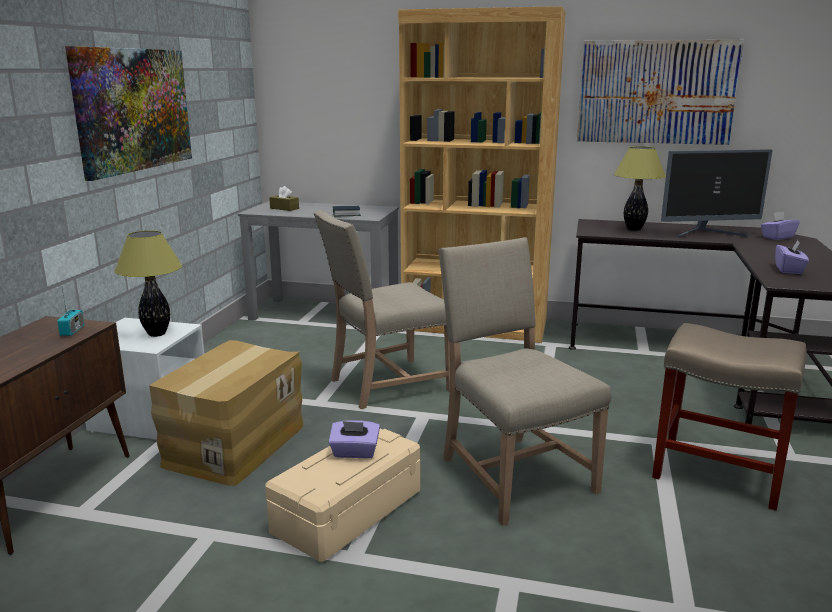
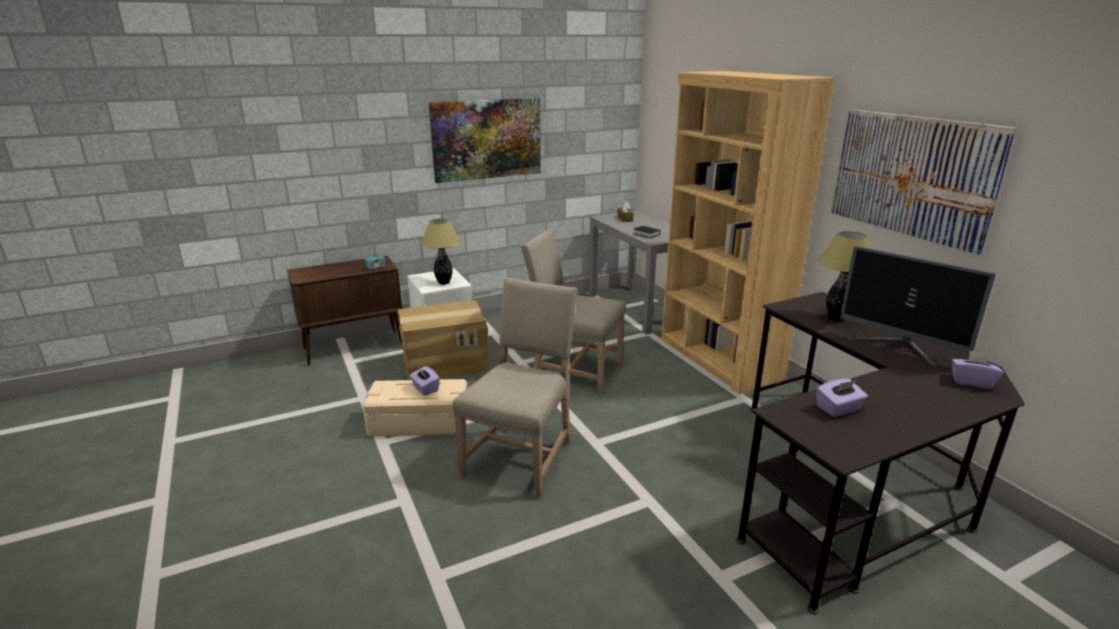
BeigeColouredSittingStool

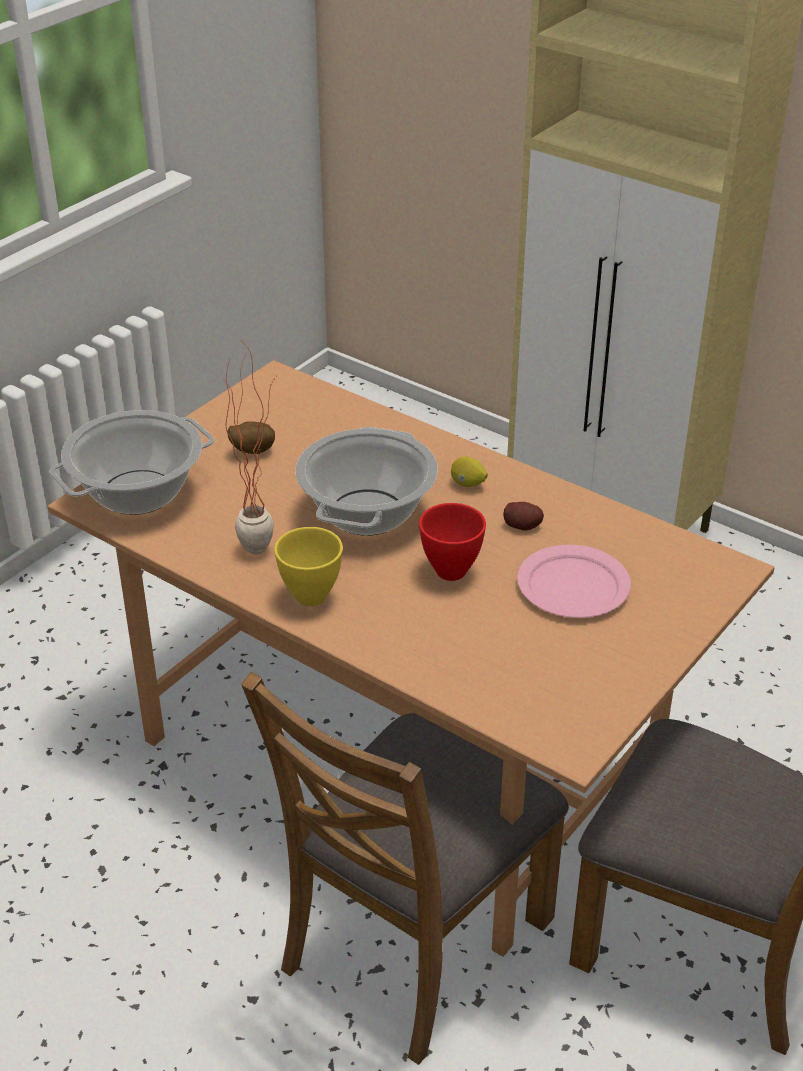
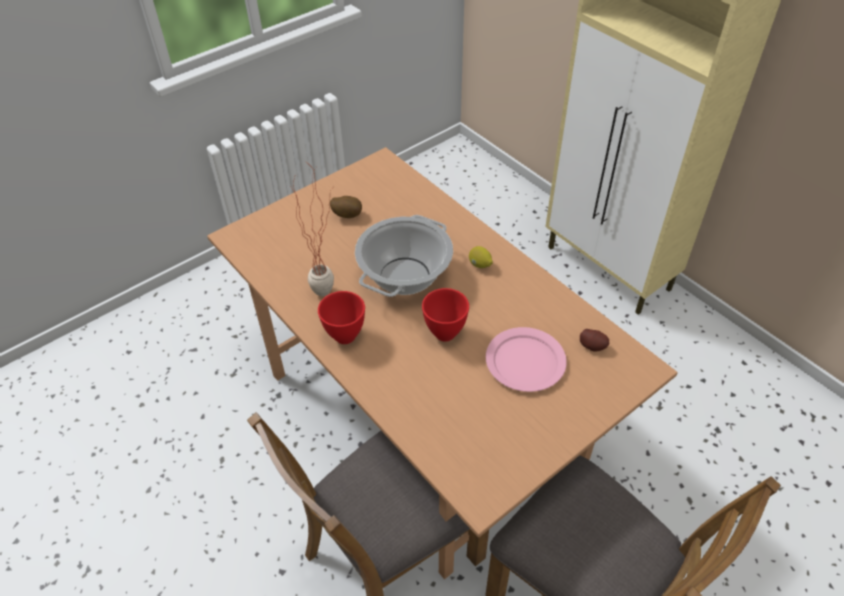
Stockpot (no. 1 from left in the first image)
Spud (no. 2 from left)
RedServingBowl (no. 1 from left)

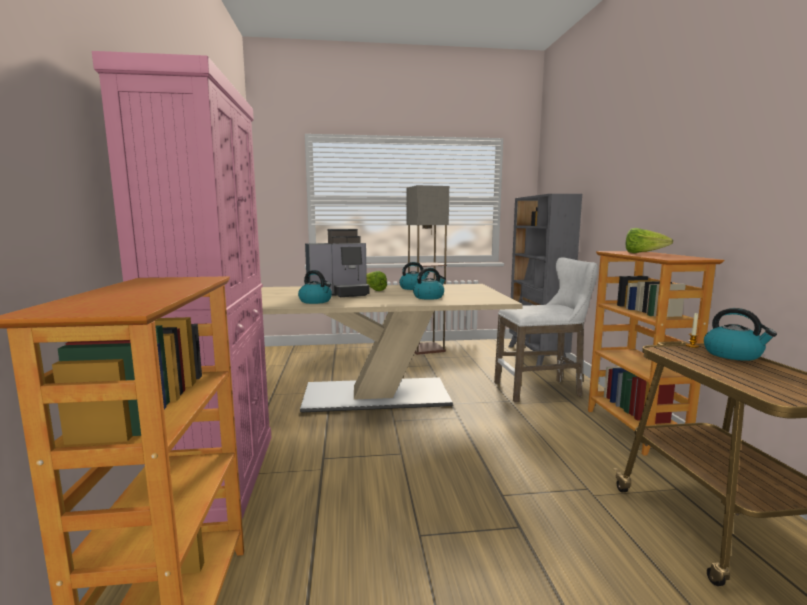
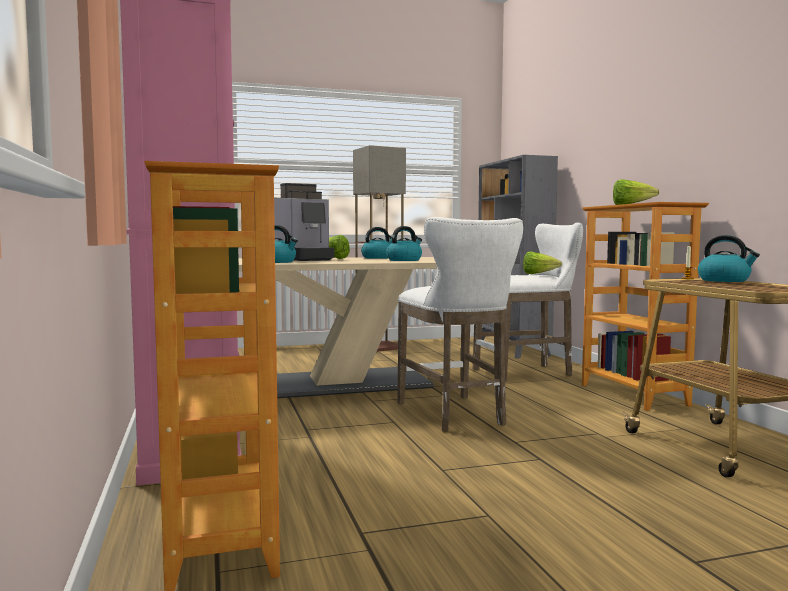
WhiteSittingStool (no. 1 from left)
LettuceHead (no. 2 from left)

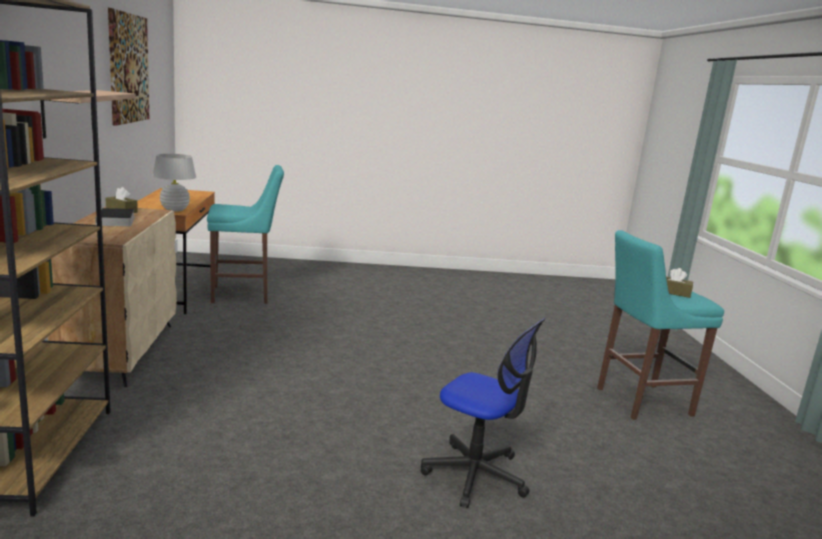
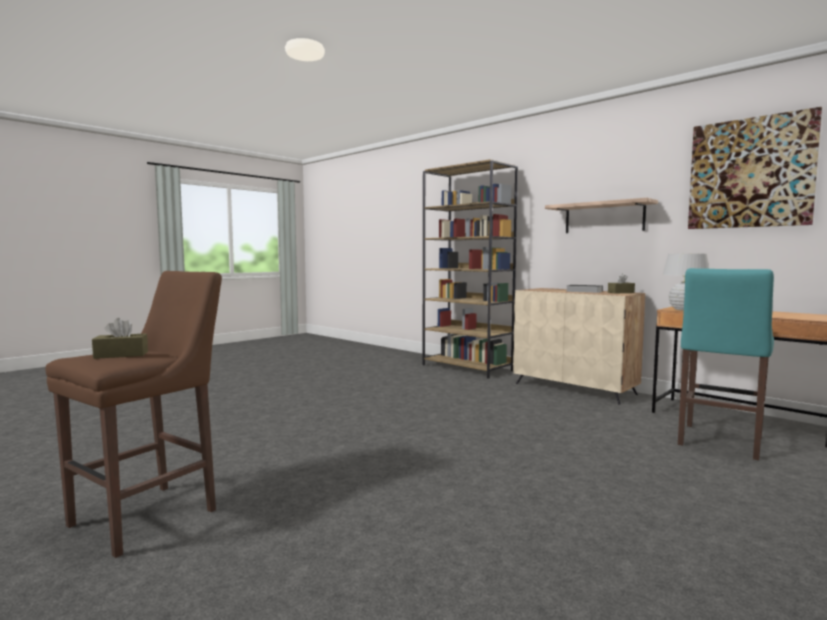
DeskChair
BrownishSittingStool

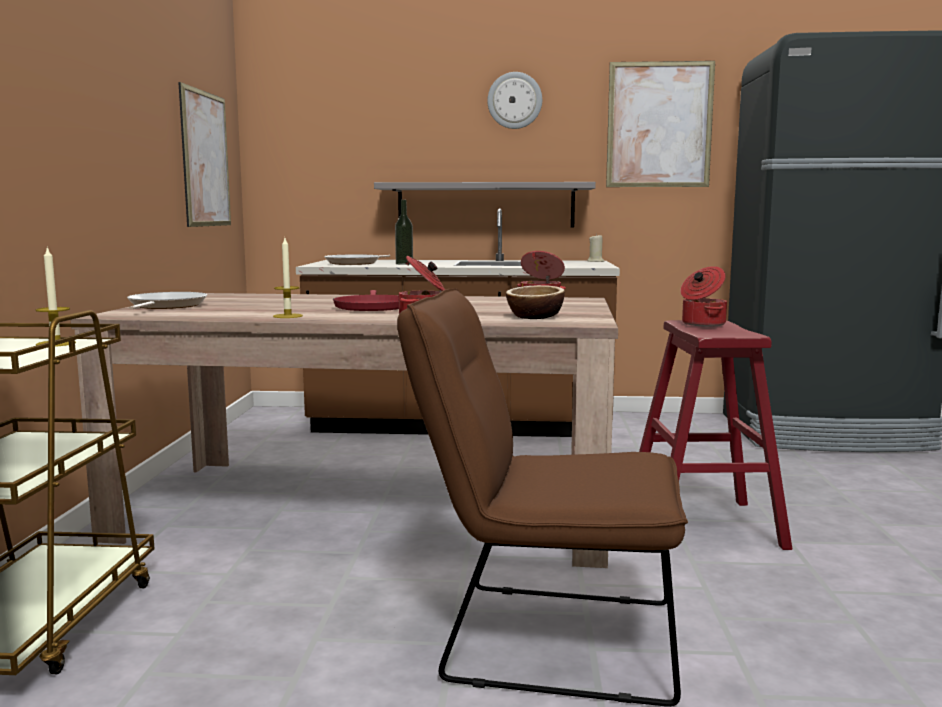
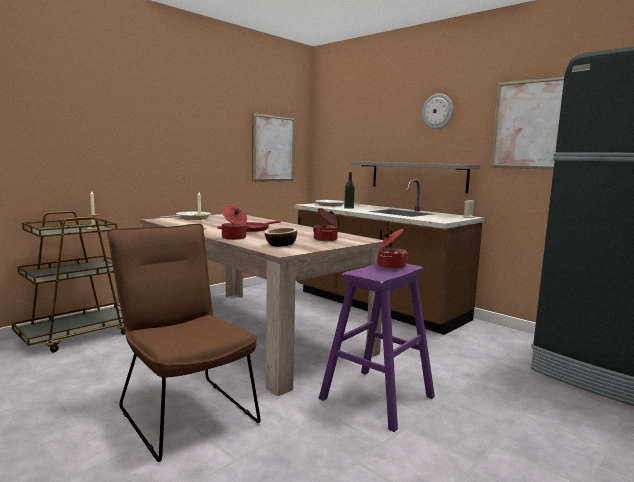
PurpleColouredSittingStool

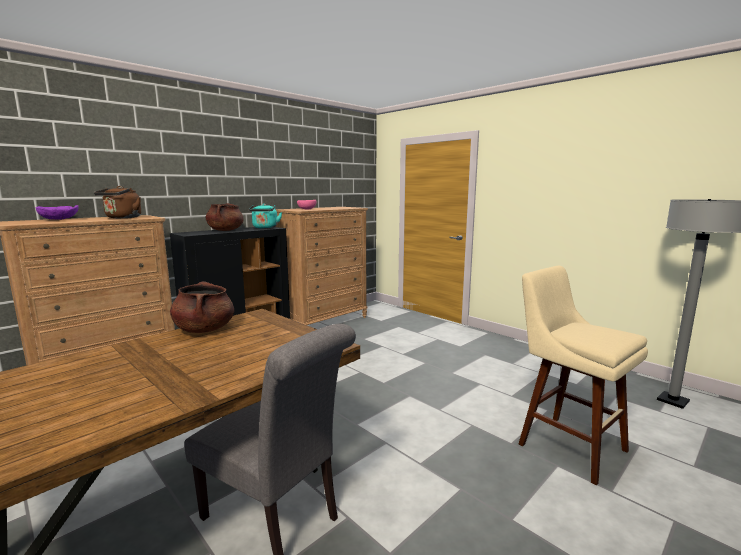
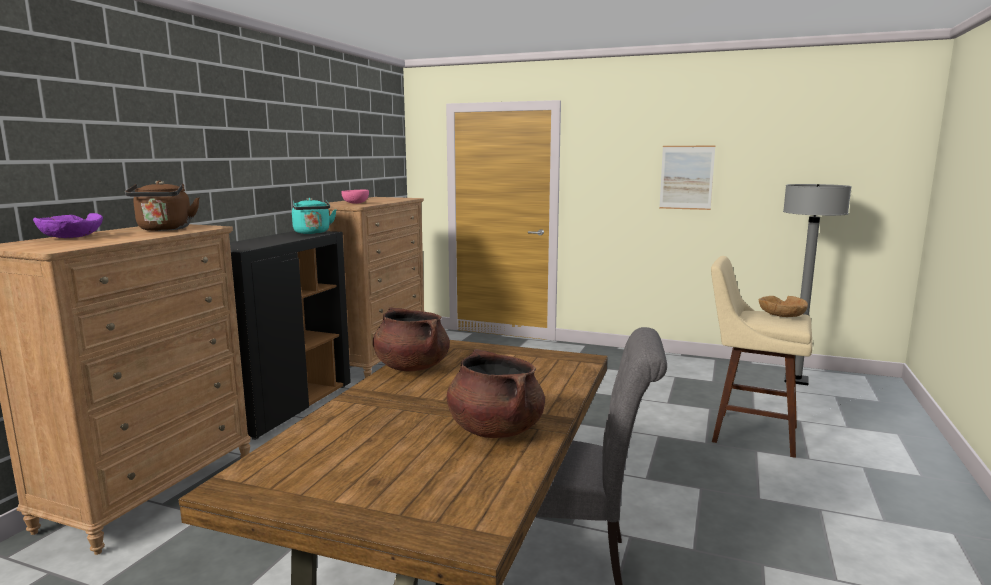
WallPicture
BrownishServingBowl
BrownishStockpot (no. 2 from left)

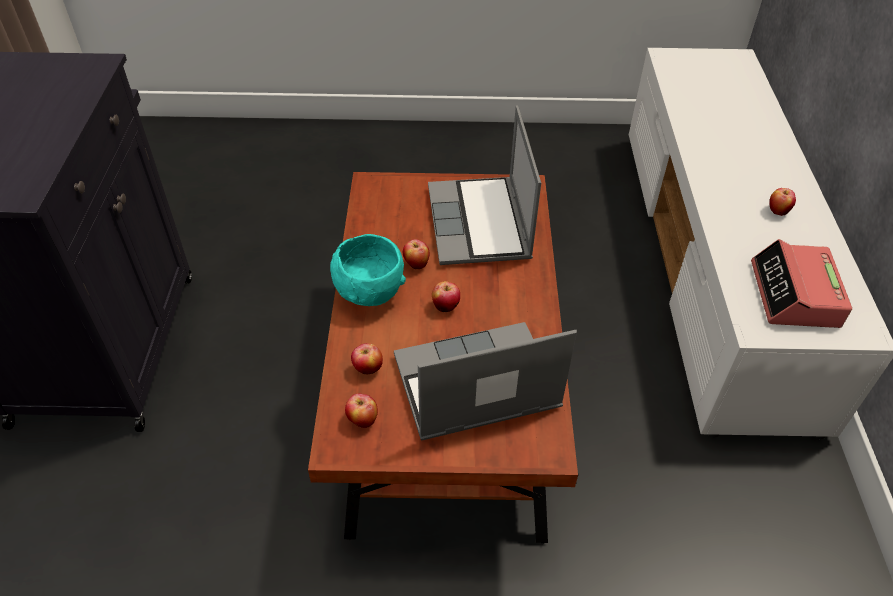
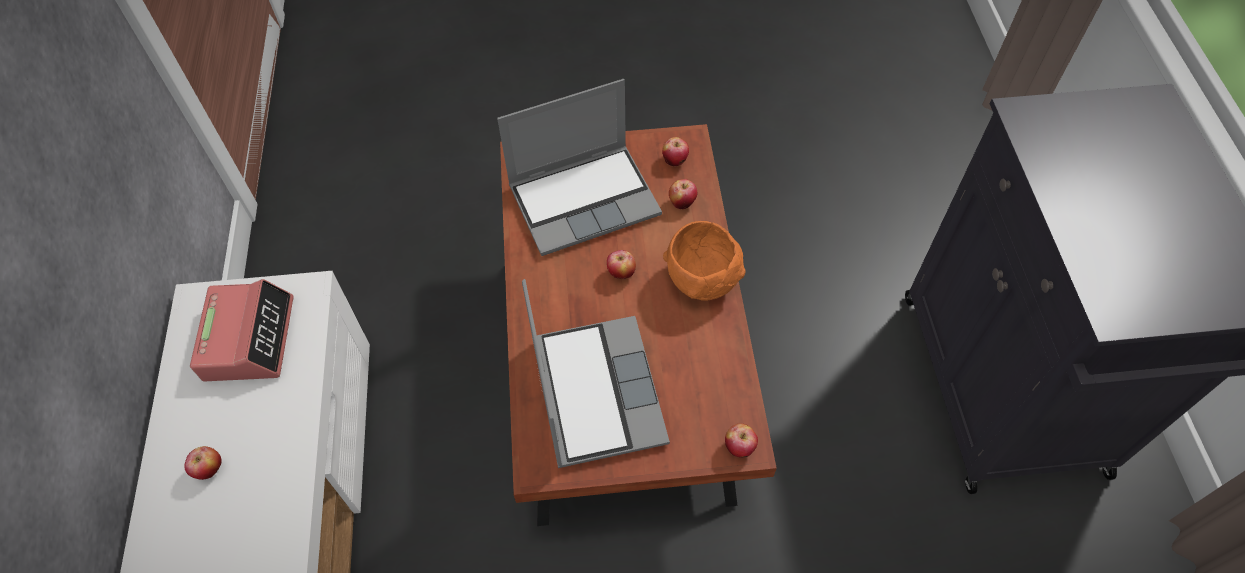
Apple (no. 5 from left)
OrangeServingBowl

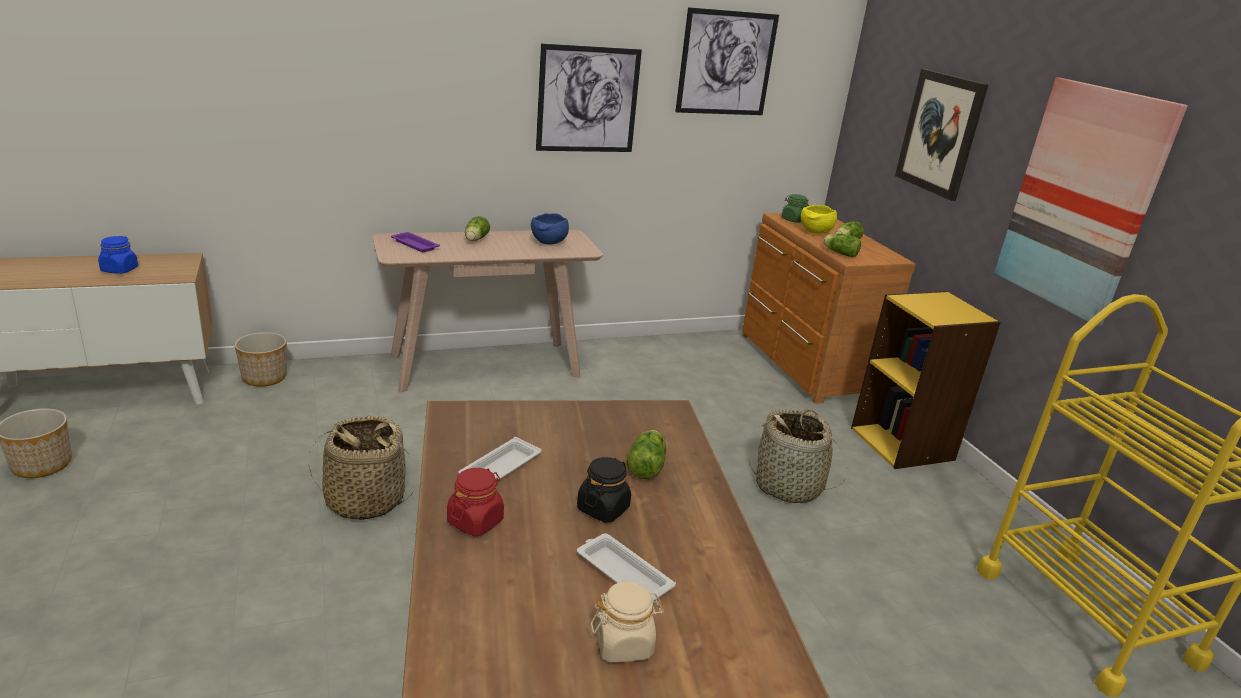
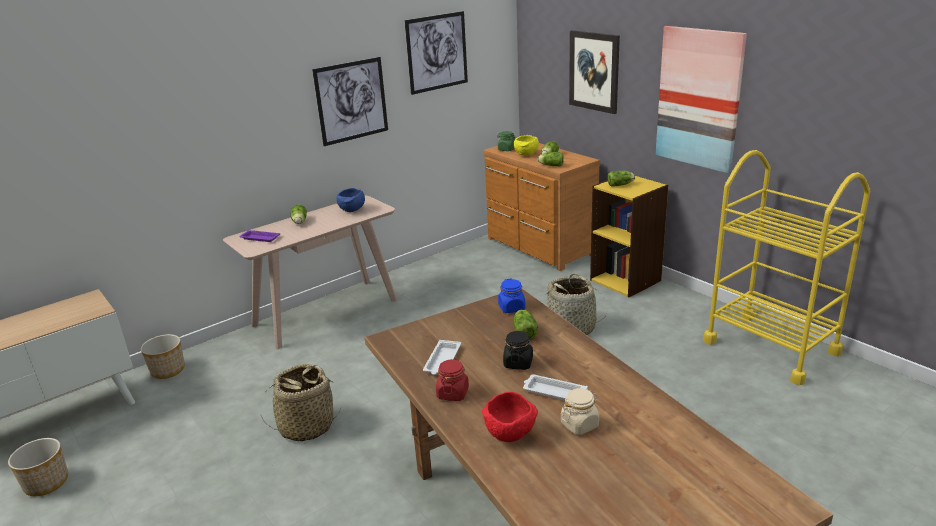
RedServingBowl
LettuceHead (no. 5 from left)
BluishJar

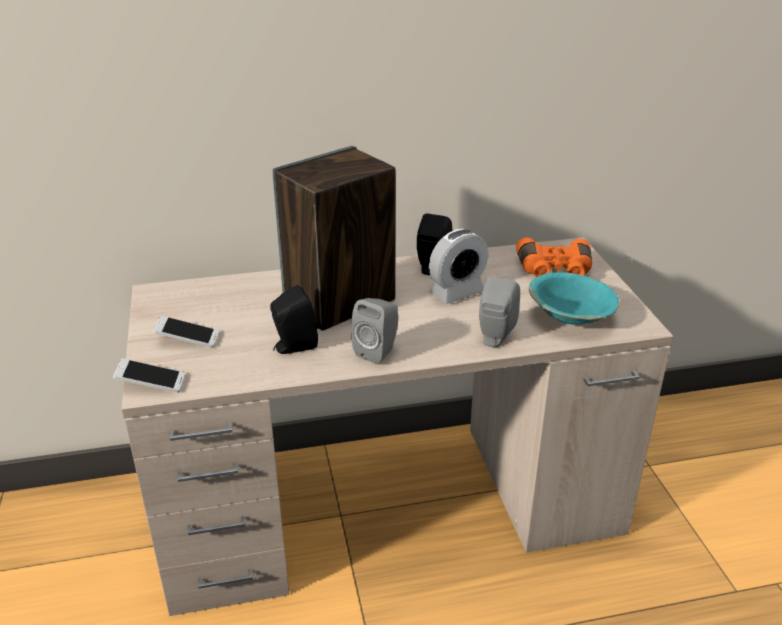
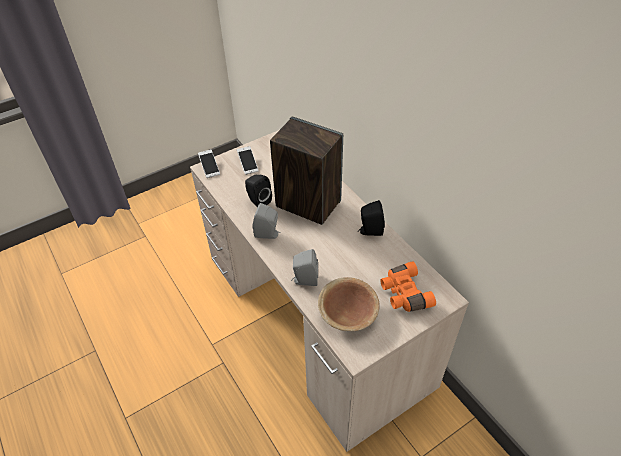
AlarmClock
BrownishServingBowl

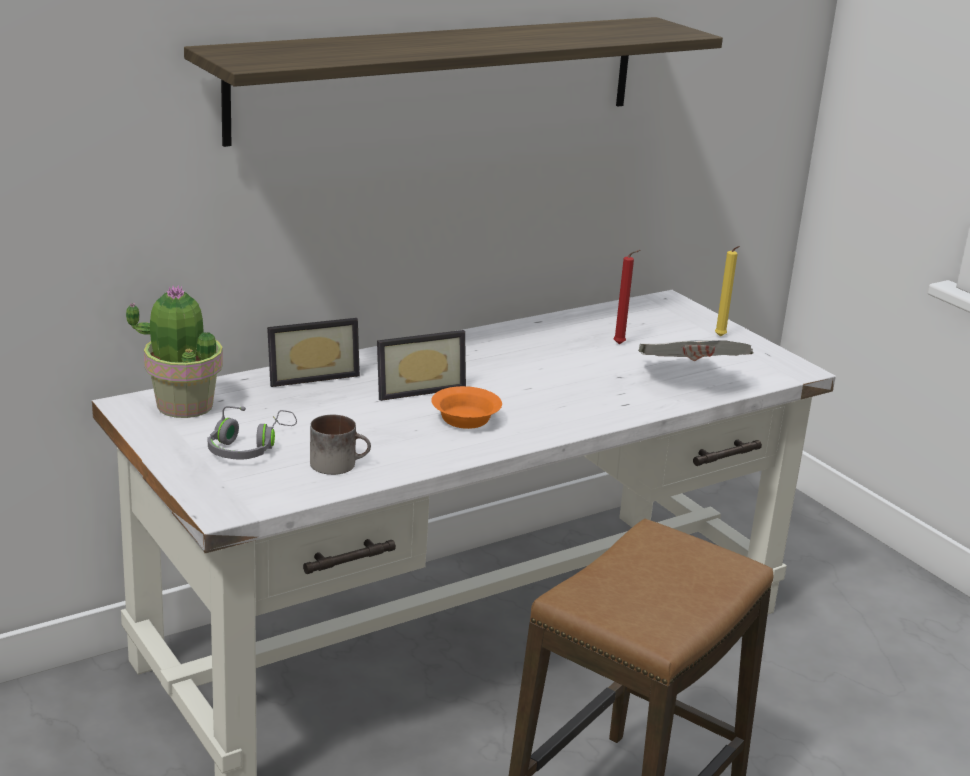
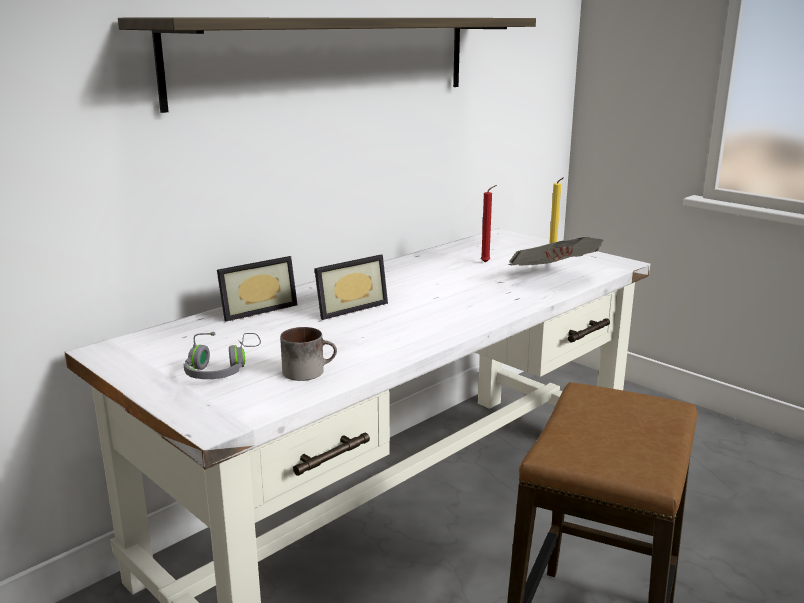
PottedPlant
OrangeServingBowl

